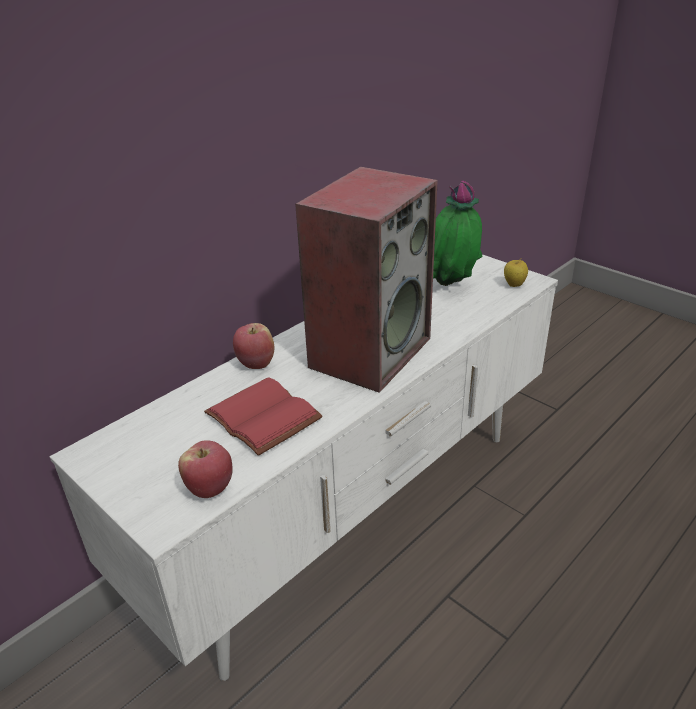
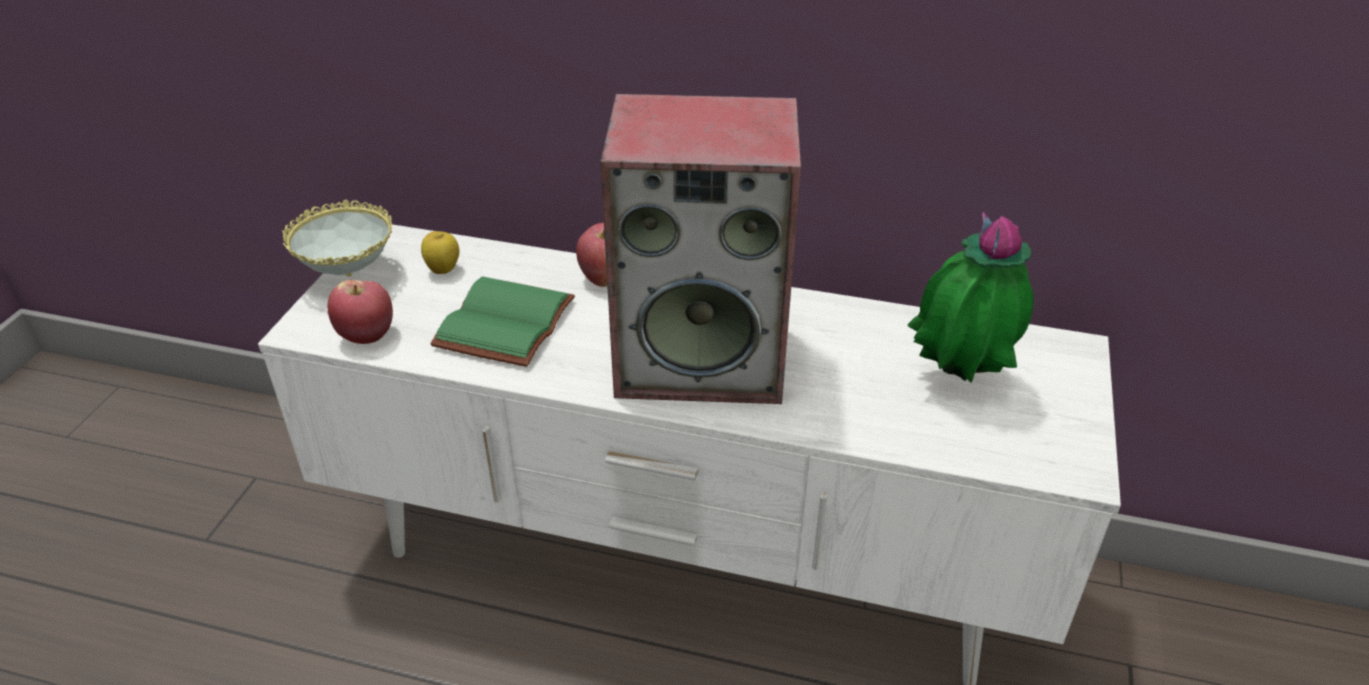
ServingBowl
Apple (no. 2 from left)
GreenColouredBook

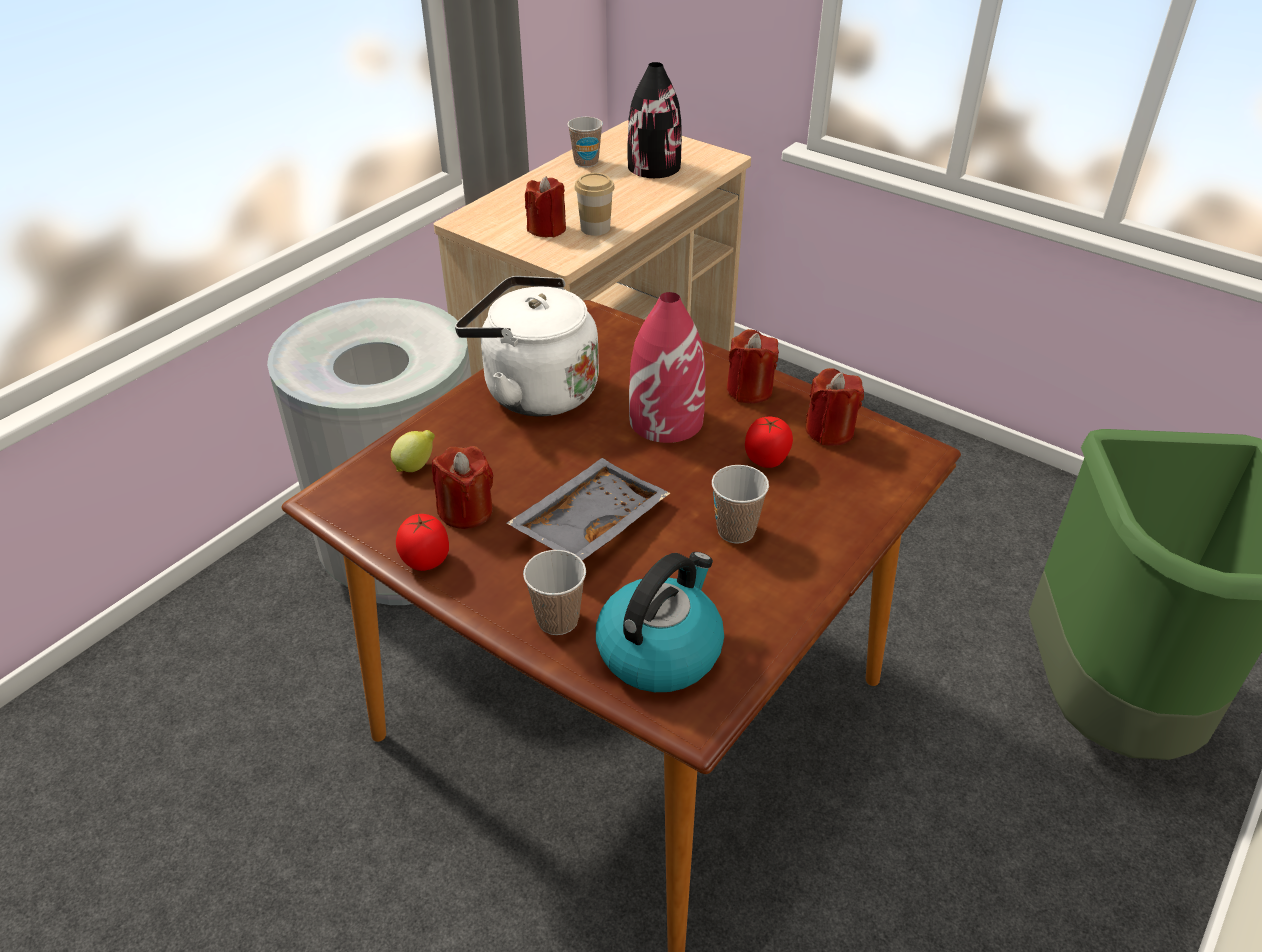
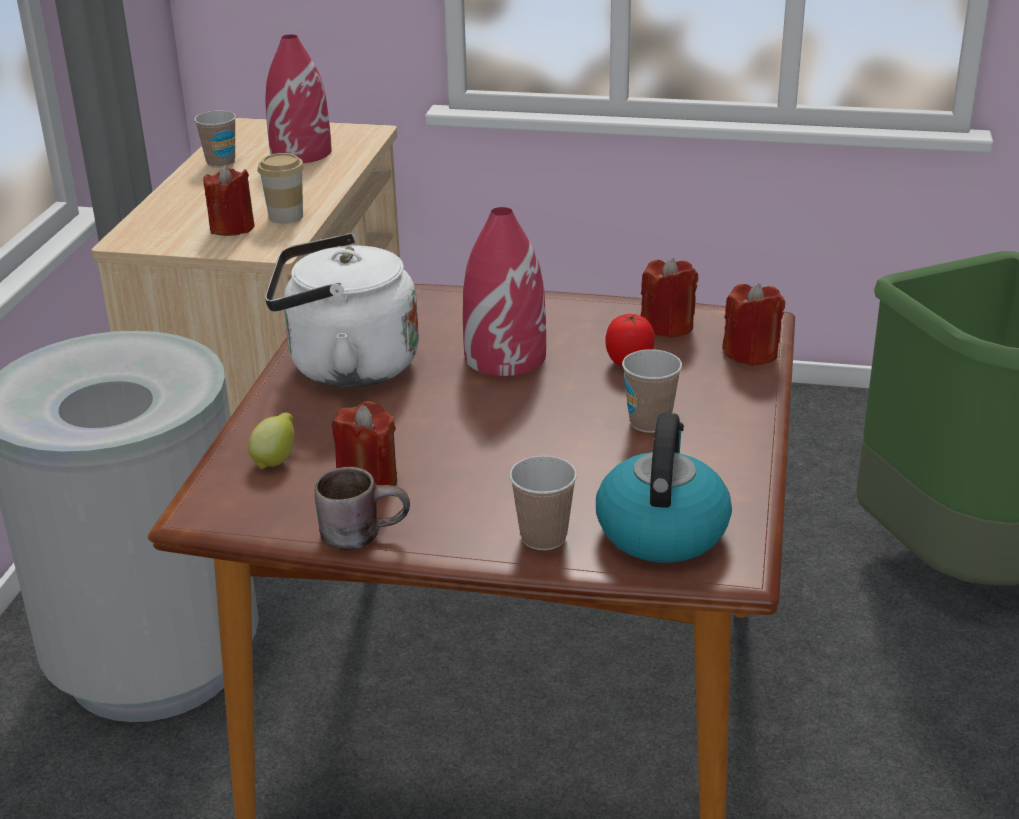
GreyishServingTray
RedCandle (no. 4 from left)
BrownishMug
RedDecorativeVase (no. 1 from left)

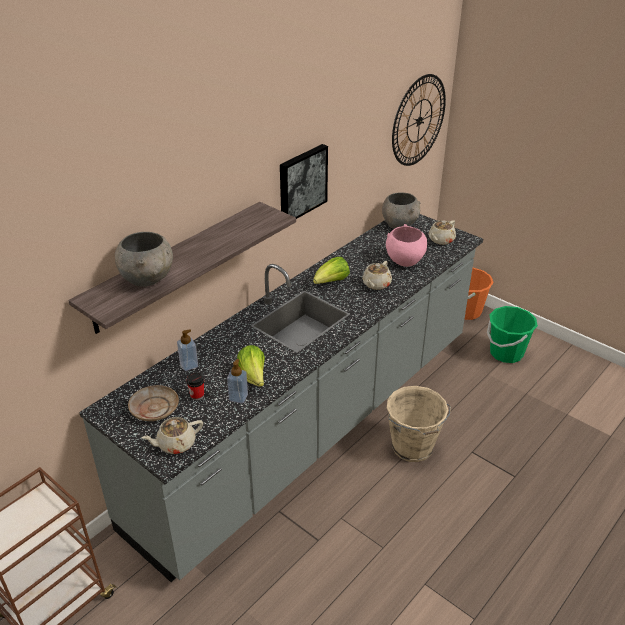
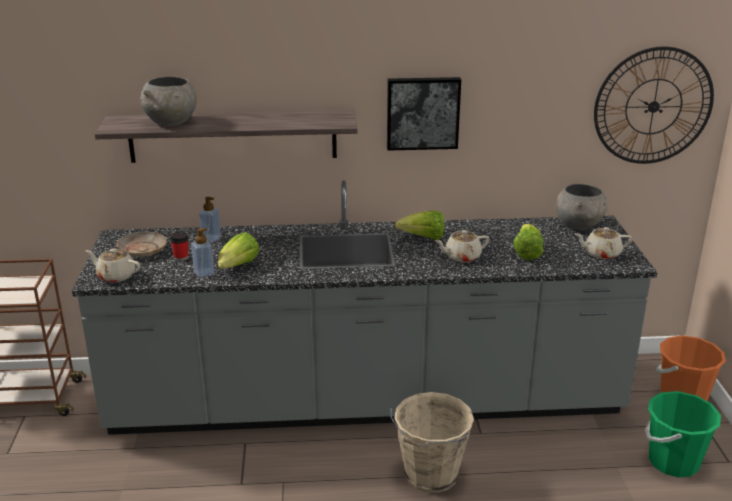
LettuceHead (no. 3 from left)

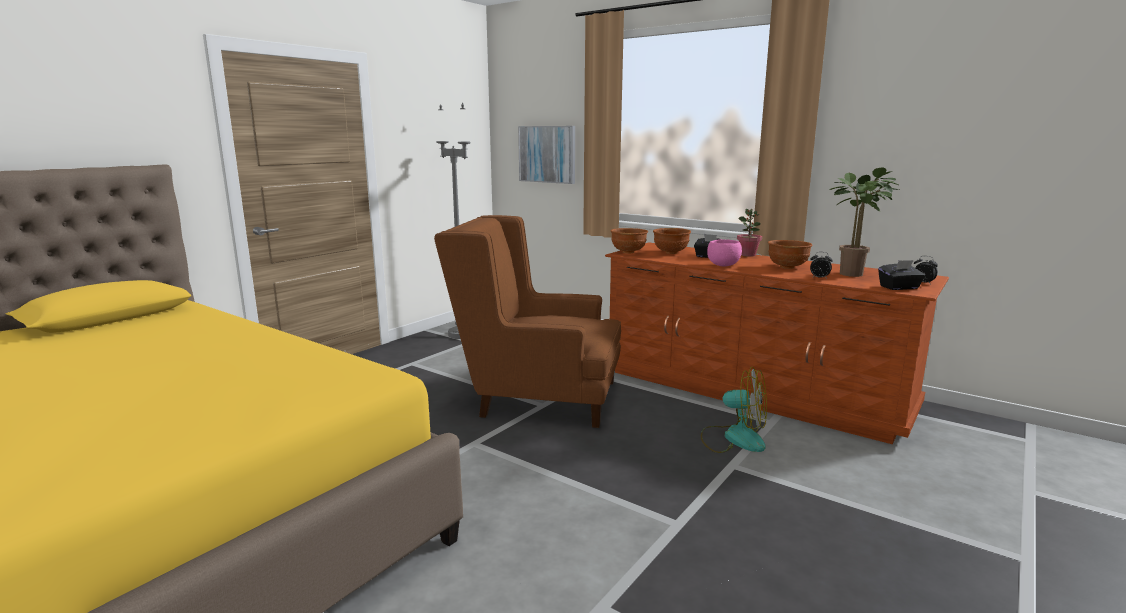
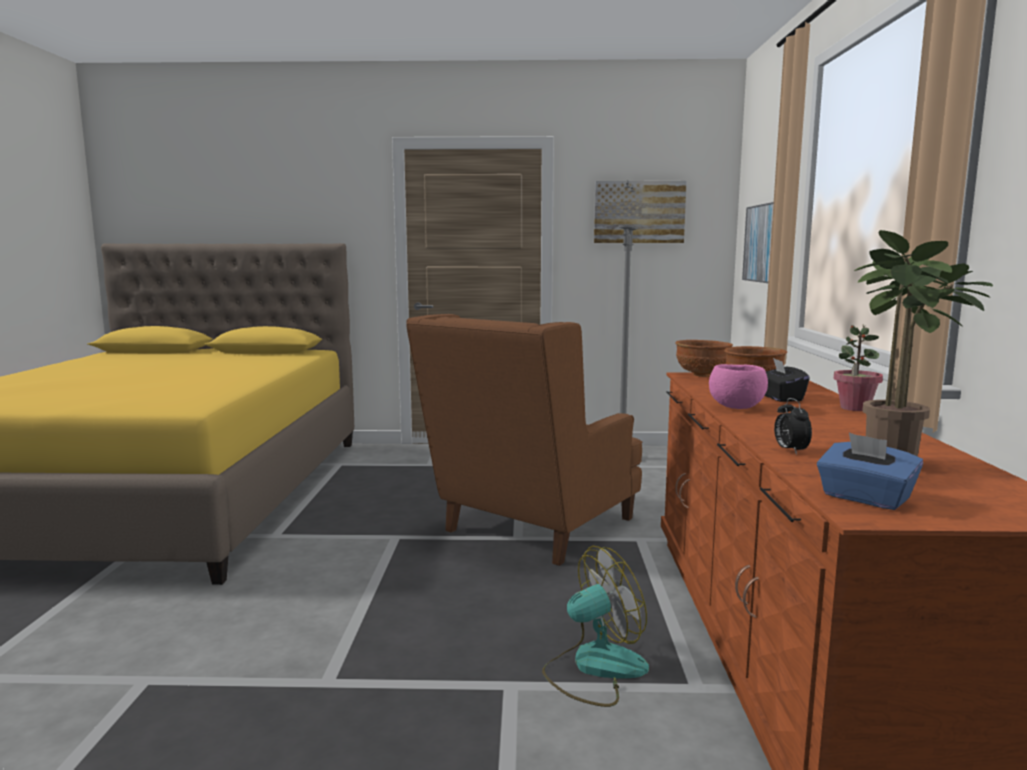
BrownishServingBowl (no. 3 from left in the first image)
AlarmClock (no. 2 from left in the first image)
WallPicture (no. 1 from left)
BluishBoxOfTissues
BrownishEasyChair
ElectricFan

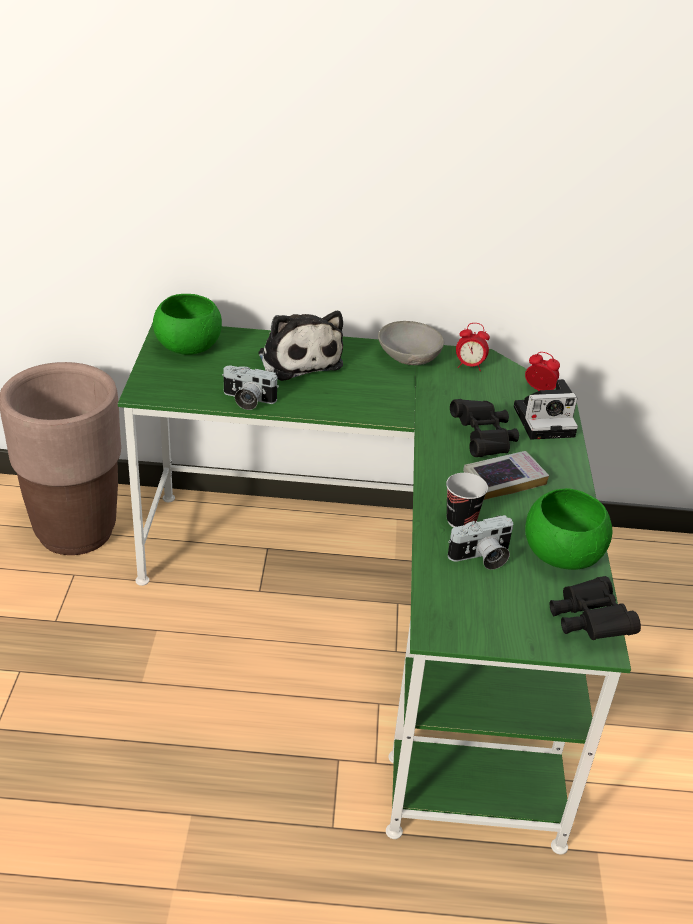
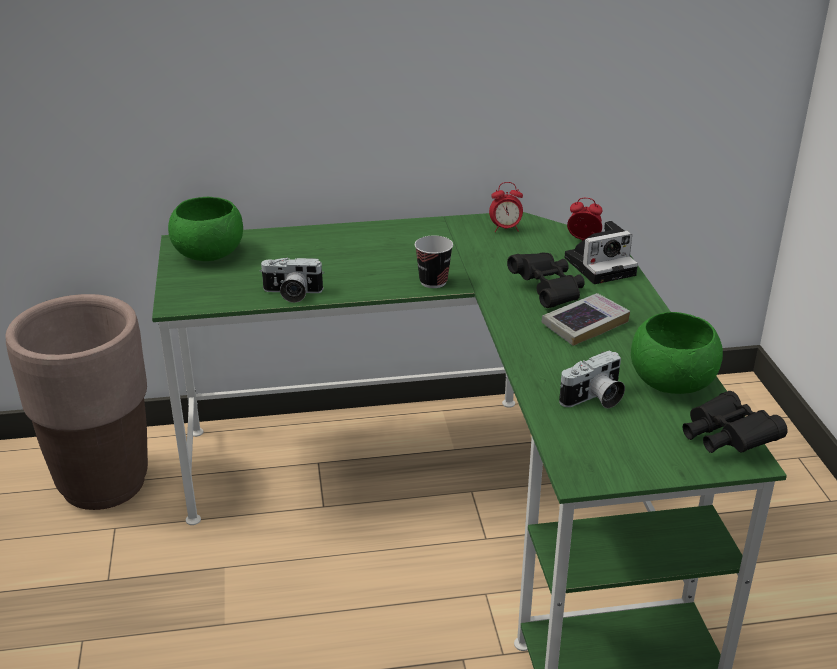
PlushToy
GreyishServingBowl
DrinkingCup

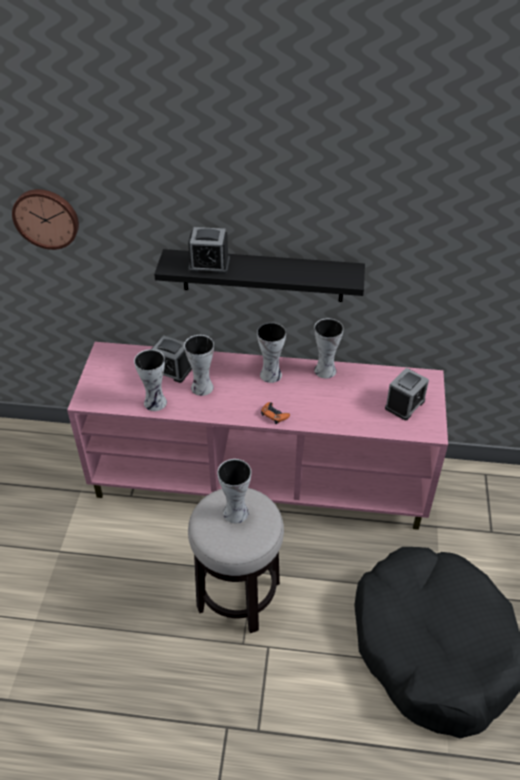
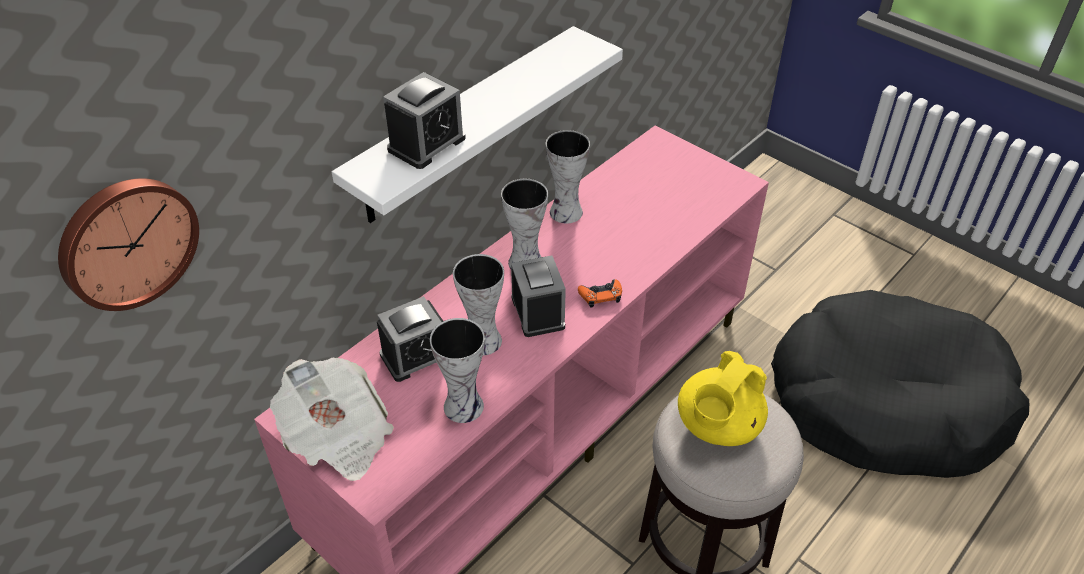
Newspaper
AlarmClock (no. 3 from left)
YellowColouredPotForTea
WhiteWallShelf

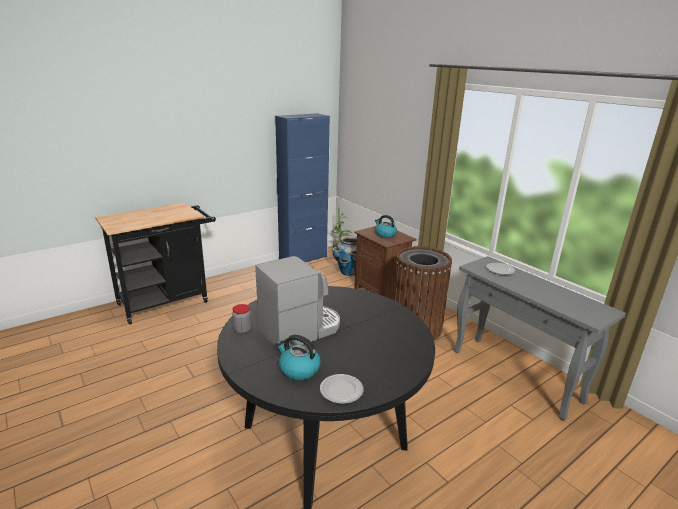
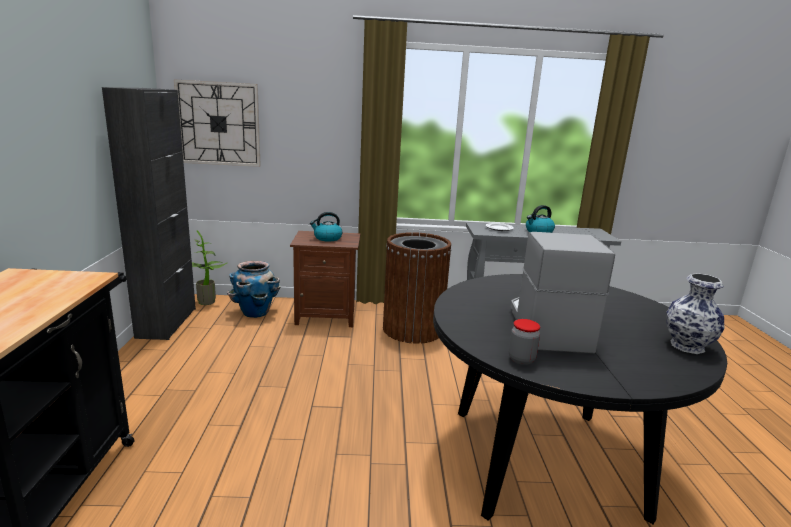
WallClock
WaterKettle (no. 2 from left)
DecorativeVase
BlackCabinet

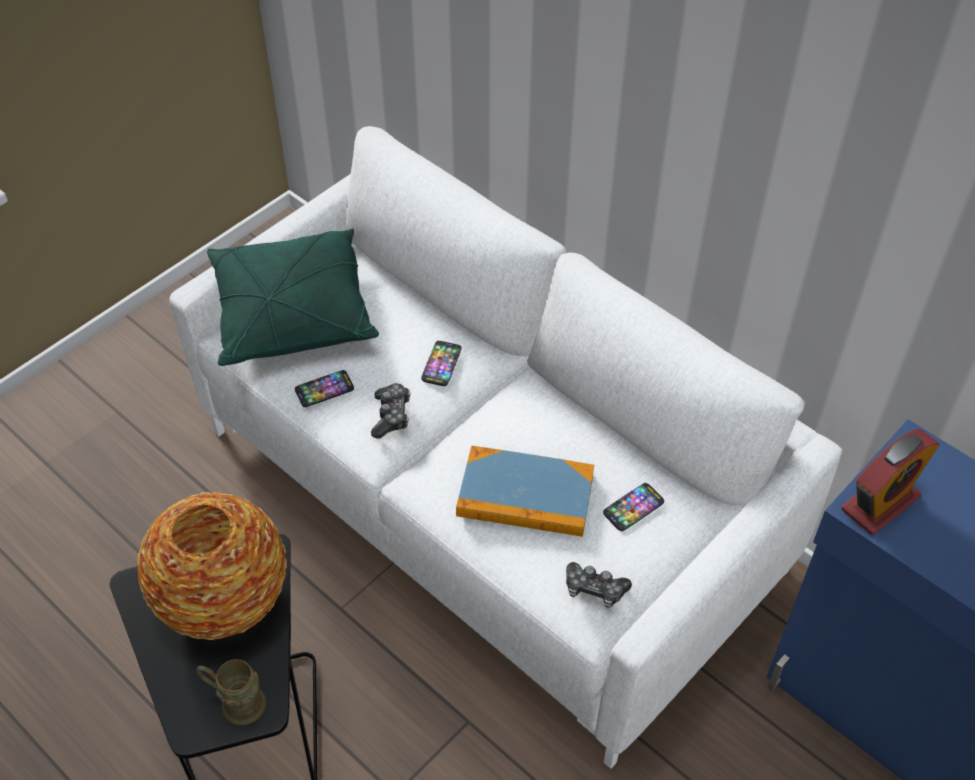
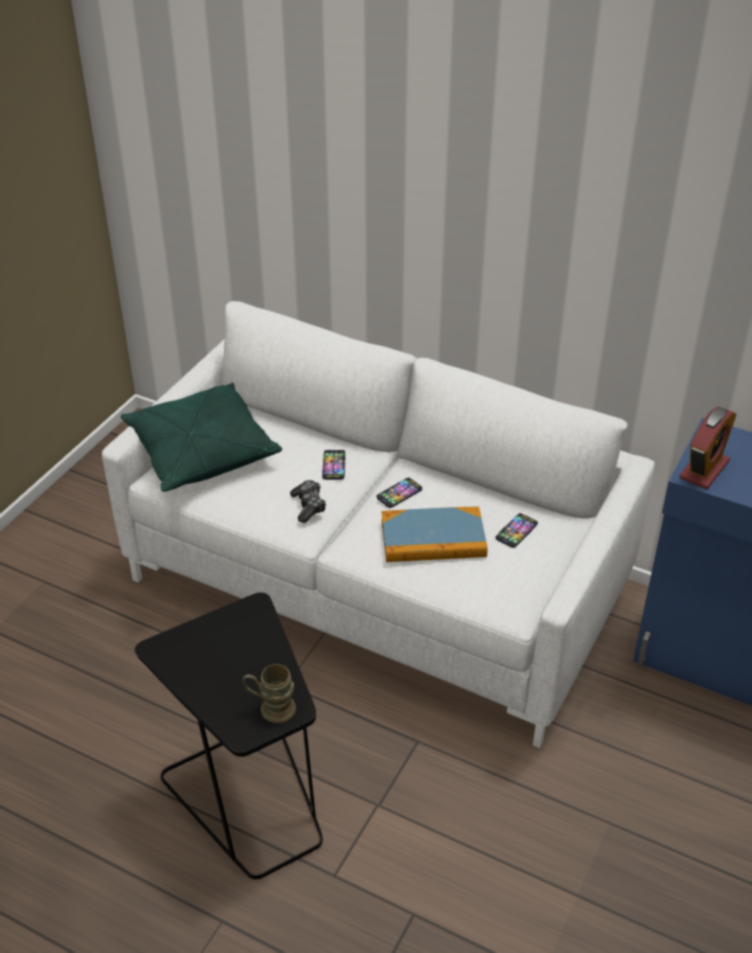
DecorativeVase
GameController (no. 2 from left in the first image)
Telephone (no. 2 from left)

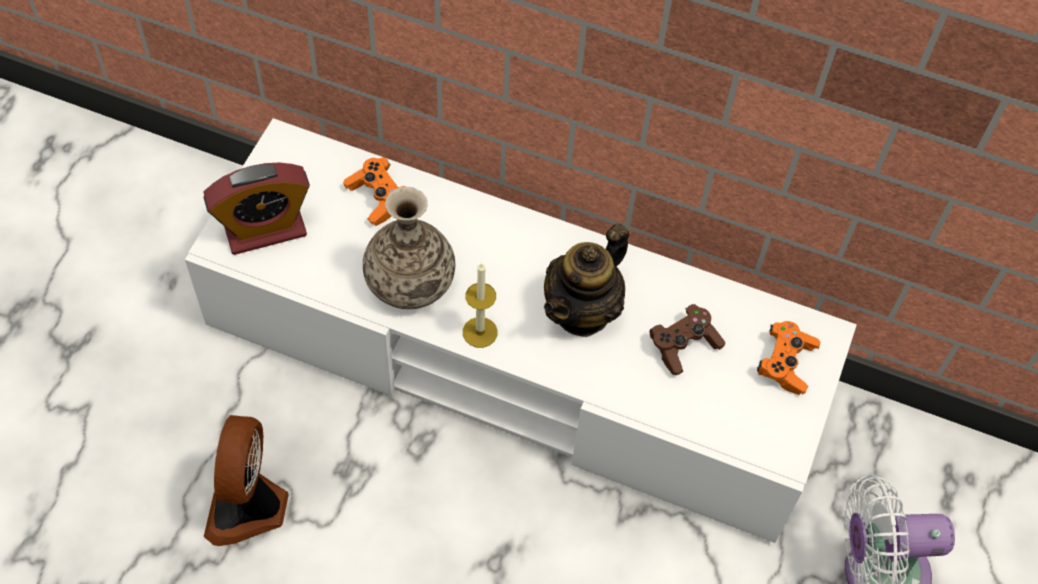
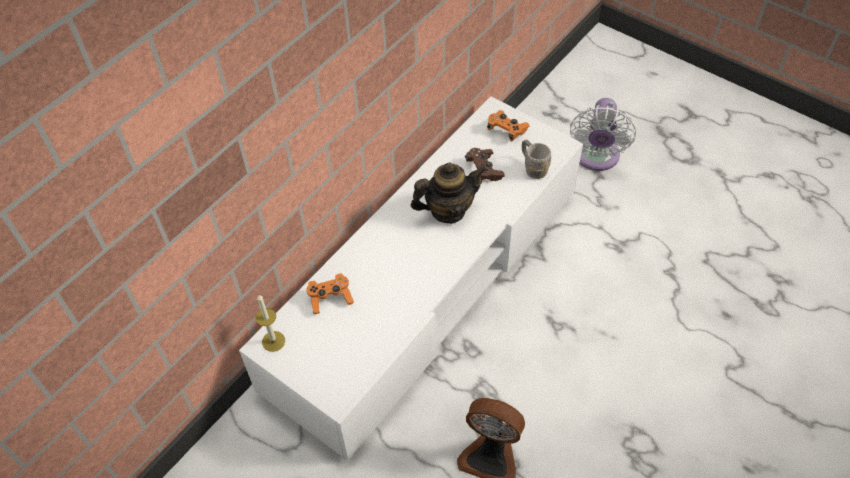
AlarmClock
DecorativeVase
GreyishMug
Candle
PotForTea

